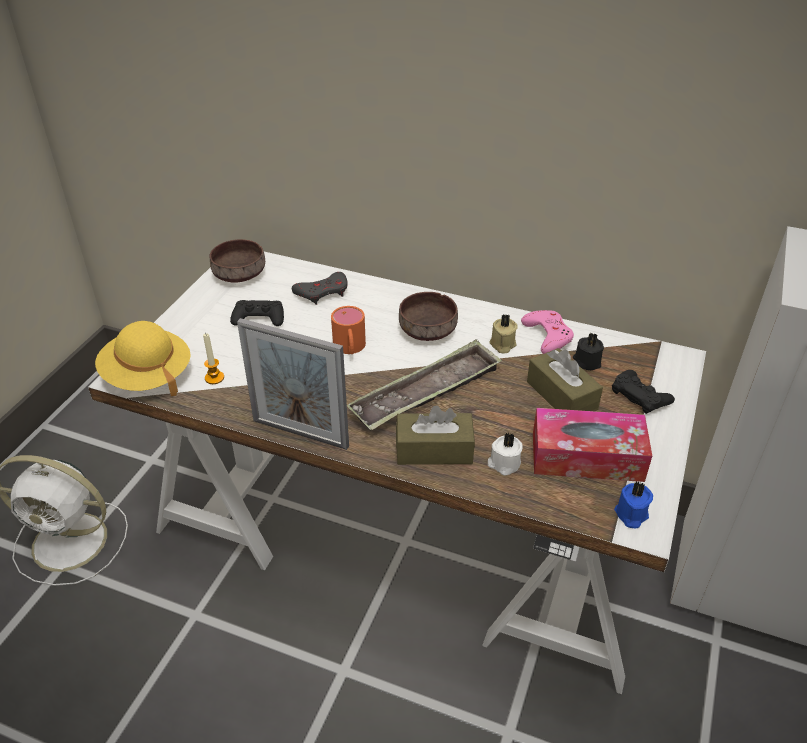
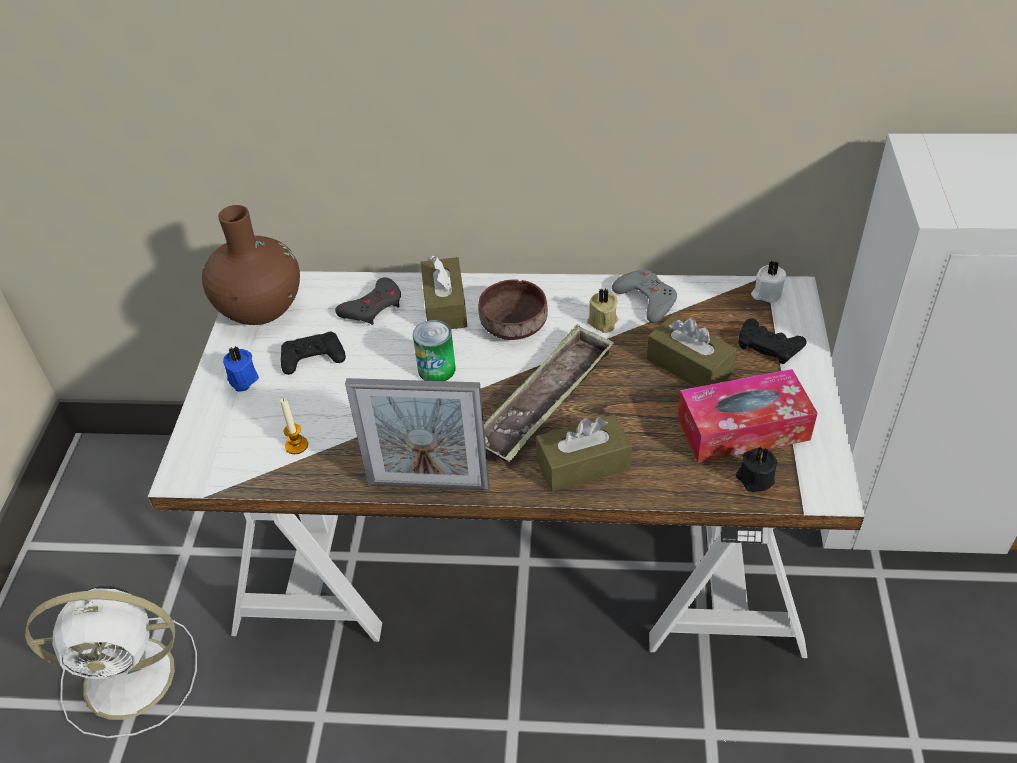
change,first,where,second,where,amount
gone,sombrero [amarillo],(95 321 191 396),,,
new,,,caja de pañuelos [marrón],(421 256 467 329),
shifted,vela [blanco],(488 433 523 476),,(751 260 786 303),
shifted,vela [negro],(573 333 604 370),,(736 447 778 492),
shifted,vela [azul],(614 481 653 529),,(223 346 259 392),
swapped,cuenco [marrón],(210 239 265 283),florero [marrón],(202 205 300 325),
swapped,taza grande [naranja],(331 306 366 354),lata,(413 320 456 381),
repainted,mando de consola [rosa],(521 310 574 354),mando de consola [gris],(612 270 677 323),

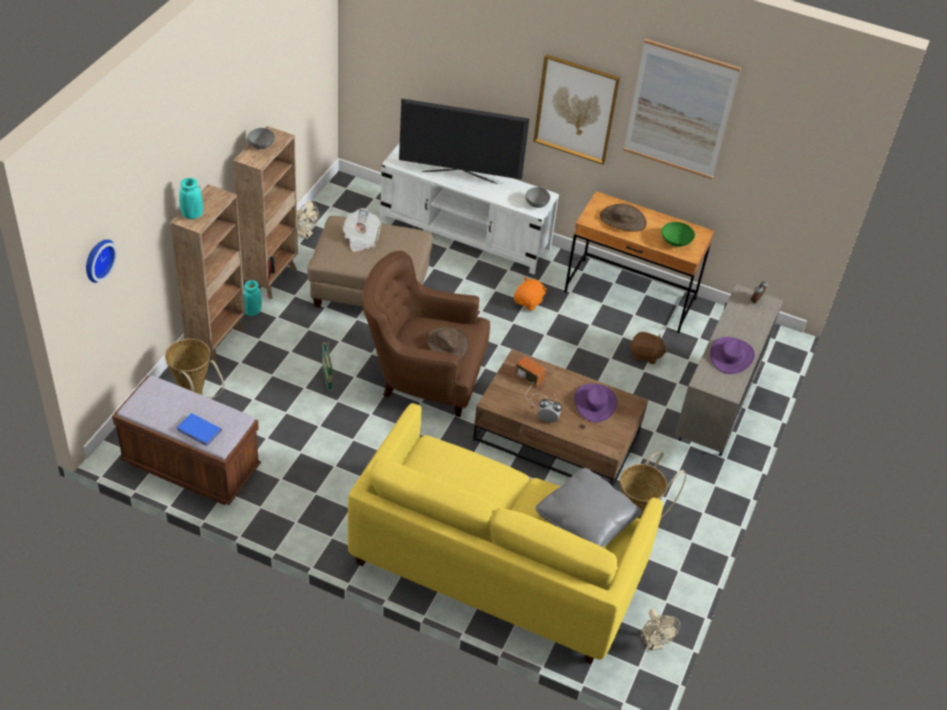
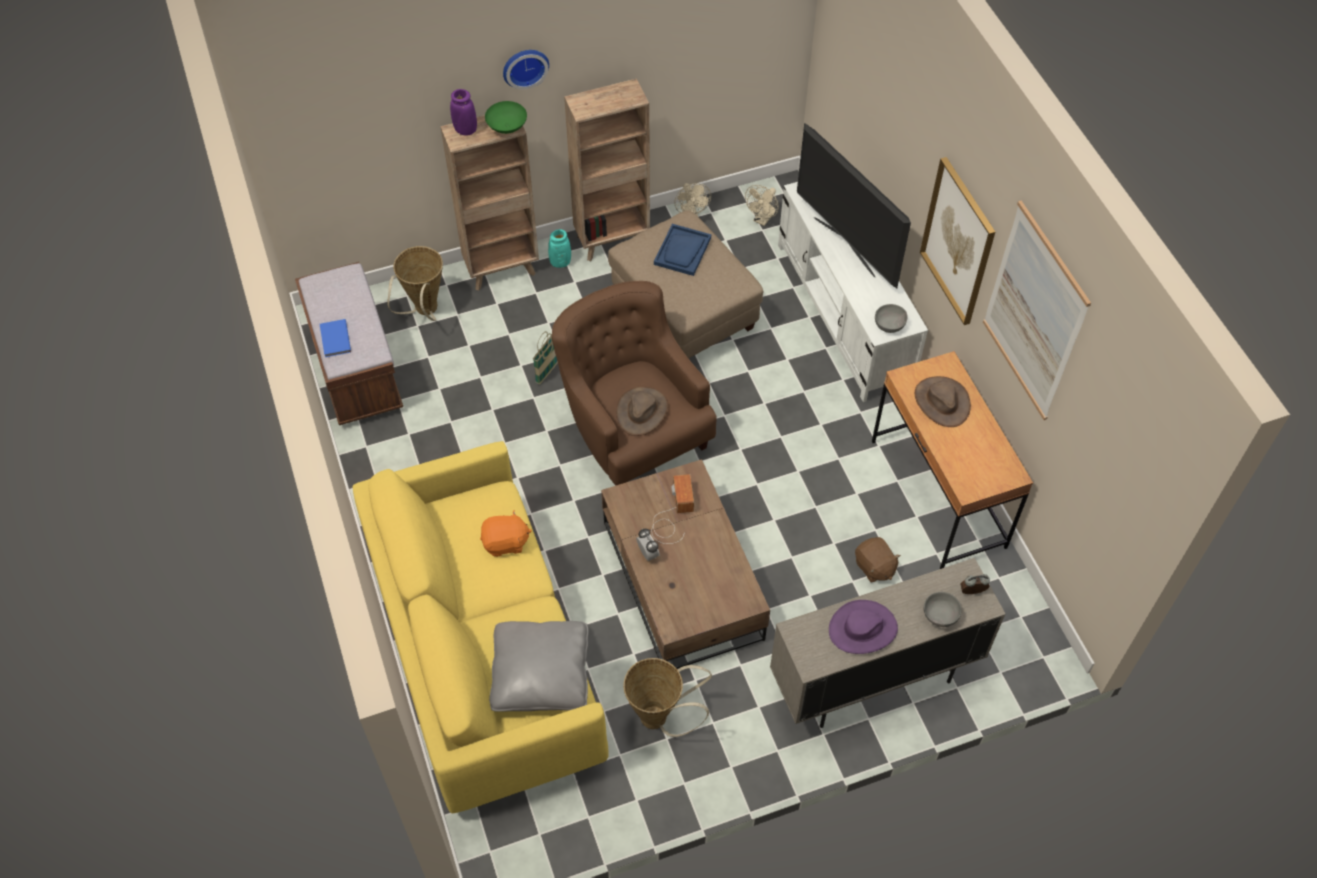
change,first,where,second,where,amount
gone,sombrero [morado],(574 383 617 422),,,
shifted,reloj de pared,(86 239 117 283),,(503 50 549 90),
shifted,cuenco [gris],(247 128 275 149),,(924 592 961 627),
shifted,peluche [naranja],(514 277 547 311),,(480 510 532 557),
shifted,ventilador [beis],(641 609 680 651),,(745 185 779 226),
shifted,cuenco [verde],(662 222 695 247),,(485 101 527 134),
swapped,periódico,(342 208 381 251),bandeja [azul],(654 224 711 276),
repainted,florero [turquesa],(179 178 203 219),florero [morado],(450 89 477 136),

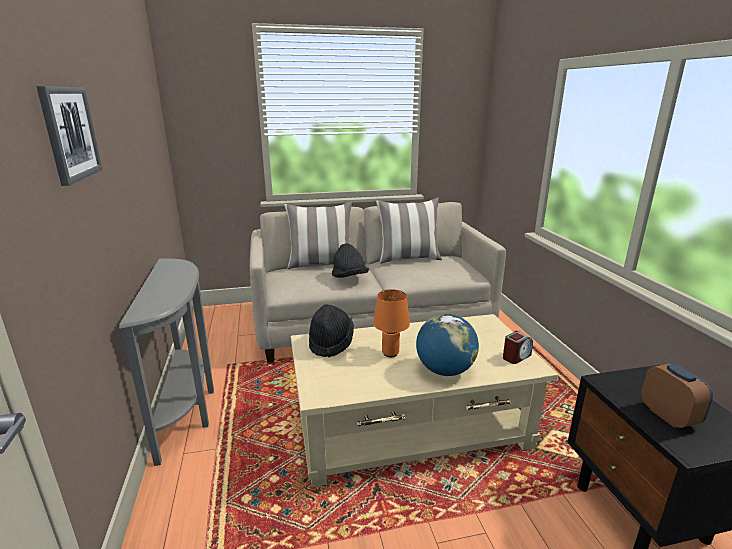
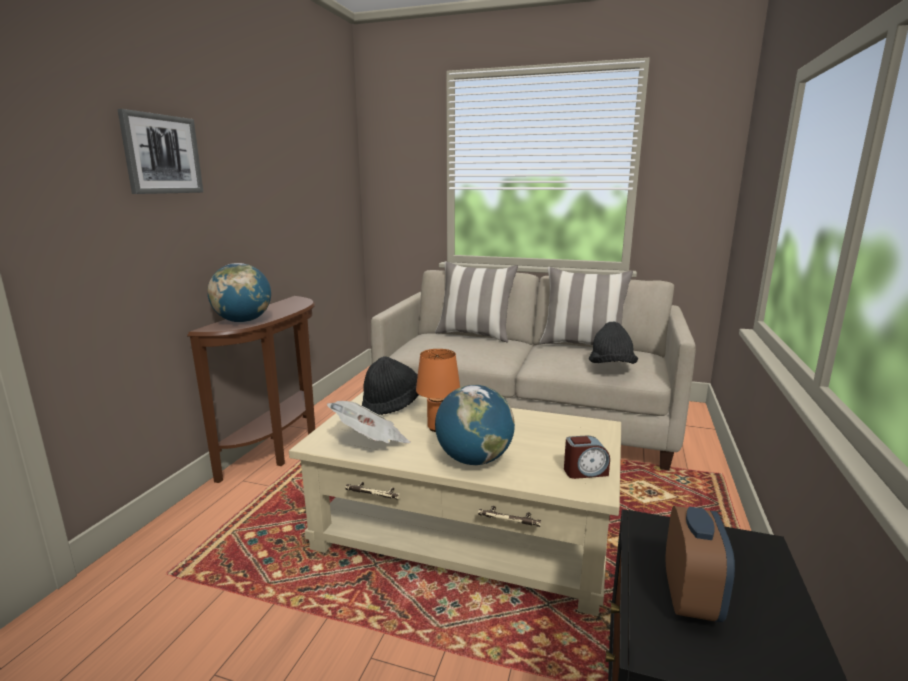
change,first,where,second,where,amount
new,,,globo terráqueo,(207 263 271 323),
new,,,periódico,(327 401 410 443),
shifted,sombrero [negro],(332 243 369 278),,(589 322 638 364),
repainted,mesa consola [gris],(119 259 214 466),mesa consola [marrón],(187 296 315 483),

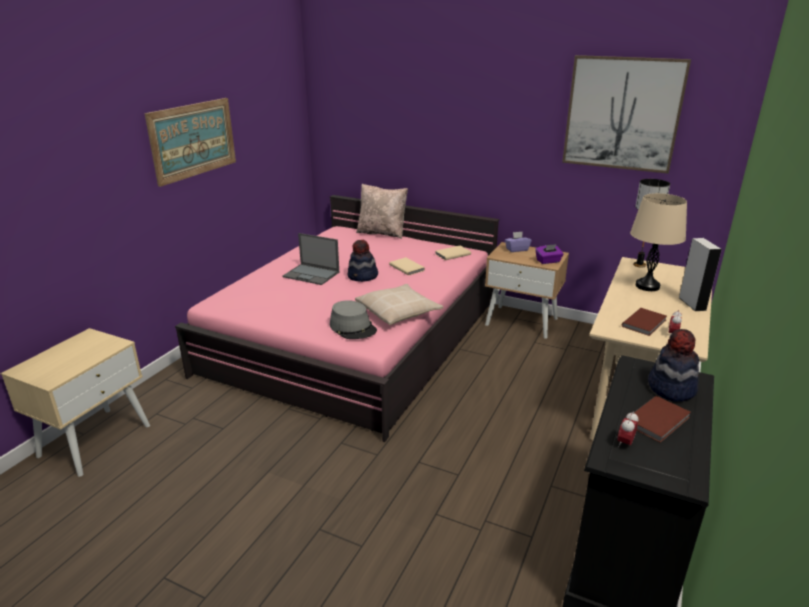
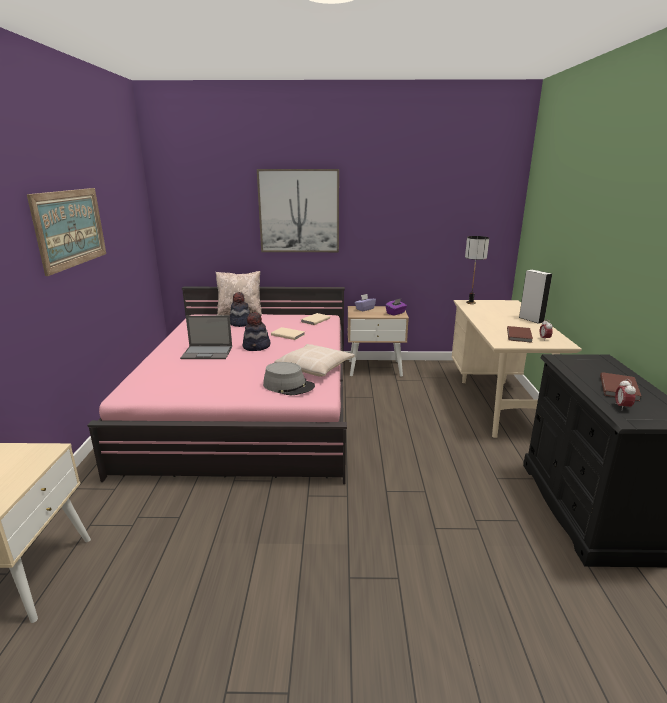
change,first,where,second,where,amount
gone,lámpara de mesa [beis],(630 193 687 291),,,
shifted,cuadro,(562 55 691 174),,(257 169 339 252),
shifted,sombrero,(648 329 699 402),,(230 292 250 327),

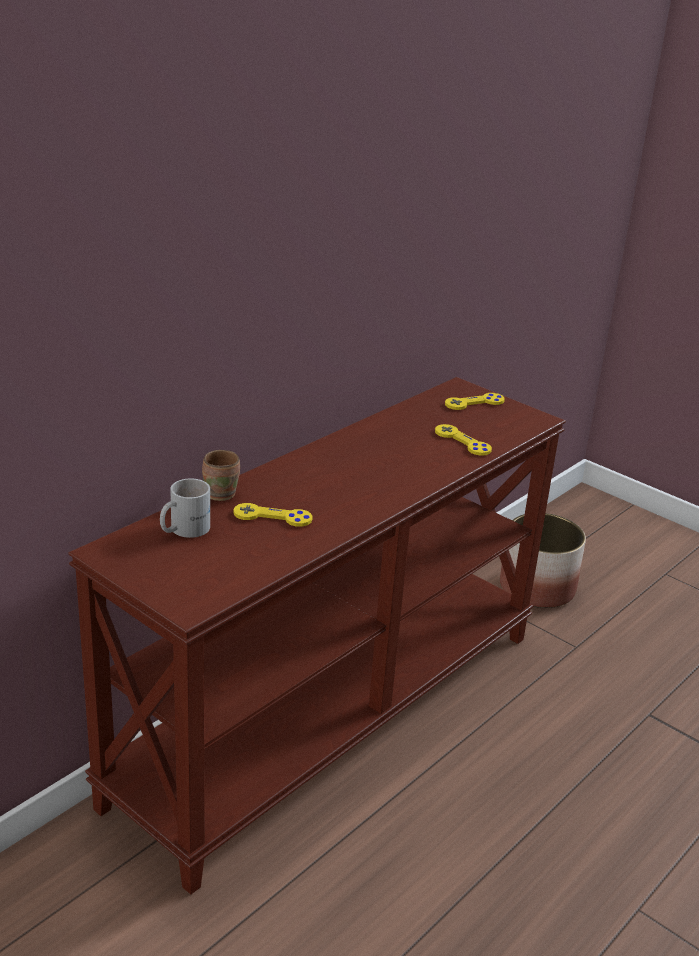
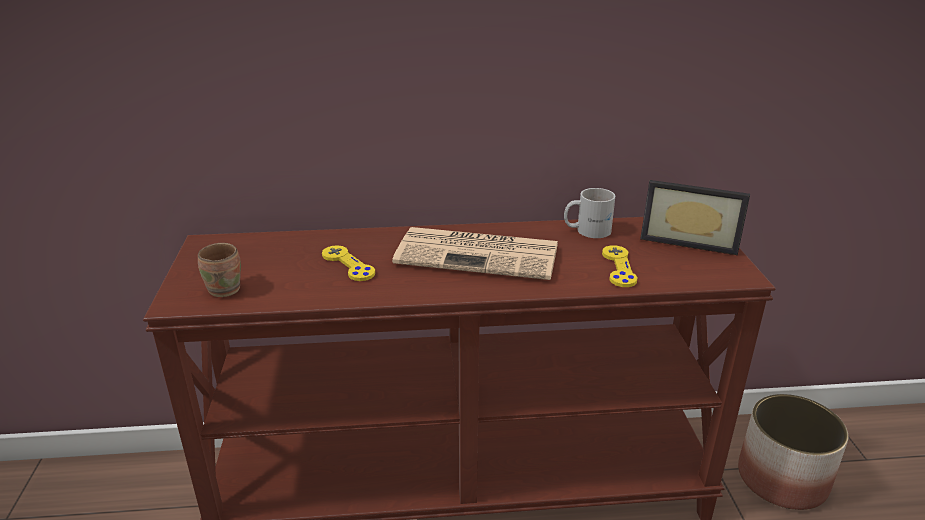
change,first,where,second,where,amount
new,,,periódico,(392 227 558 280),
shifted,taza grande [blanco],(160 479 210 538),,(564 188 615 238),
shifted,taza grande [marrón],(202 450 240 501),,(198 243 241 297),
swapped,mando de consola [amarillo],(445 393 505 410),portarretratos,(640 180 750 255),

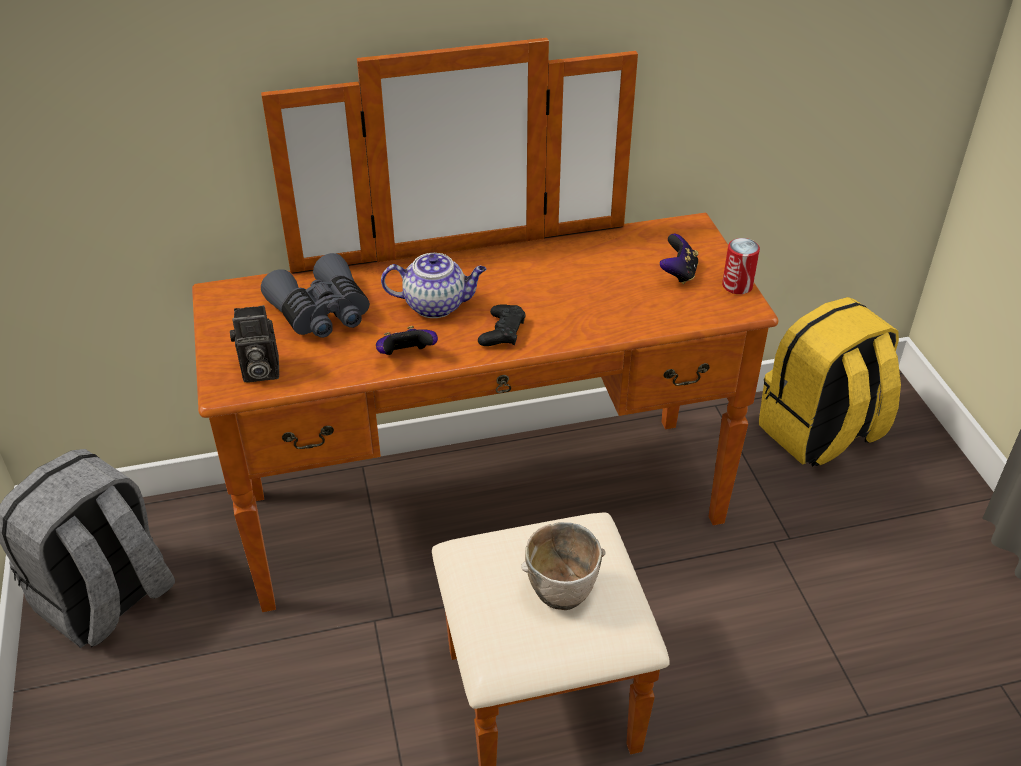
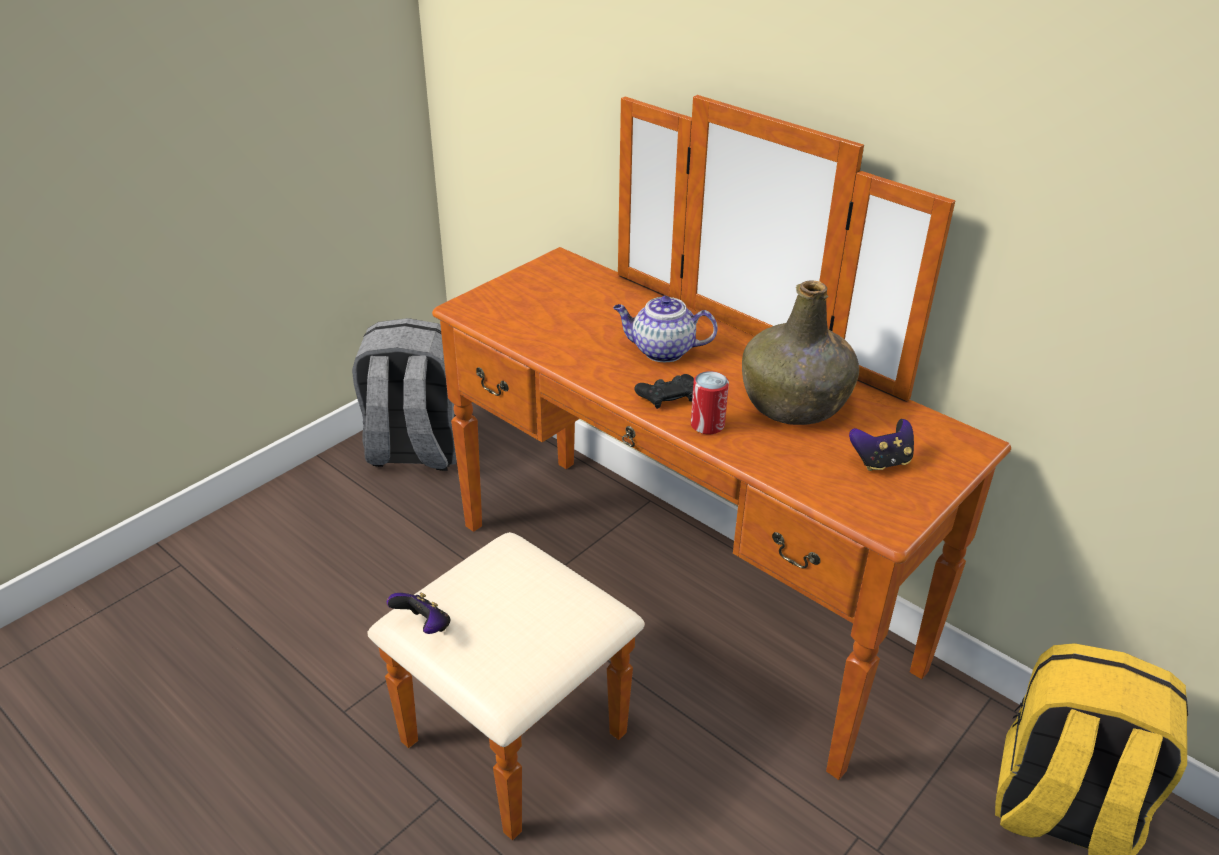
change,first,where,second,where,amount
gone,cámara,(230 305 279 383),,,
gone,prismáticos [gris],(261 253 370 338),,,
gone,cuenco,(521 522 606 610),,,
new,,,botella [verde],(742 280 859 425),
shifted,mando de consola,(376 326 438 355),,(387 592 450 634),
shifted,lata,(722 238 760 294),,(691 371 729 435),
rotated,tetera,(381 253 487 318),,(613 296 718 362),135 degrees clockwise

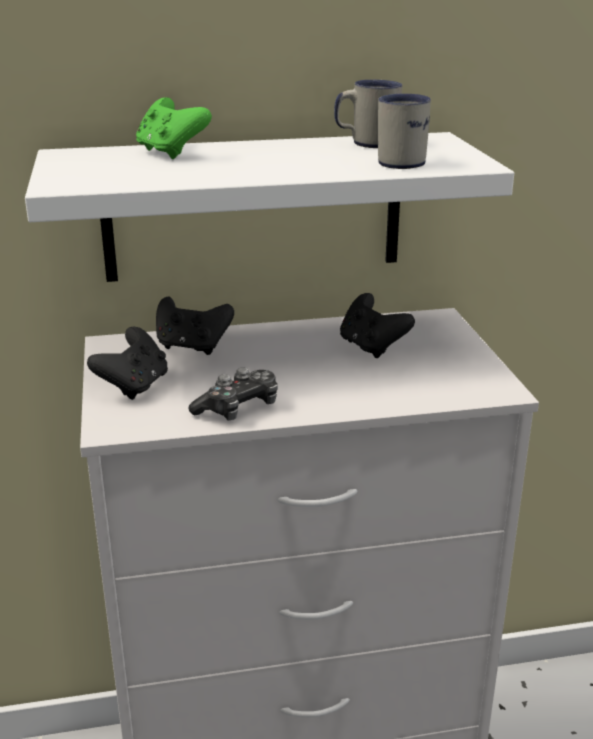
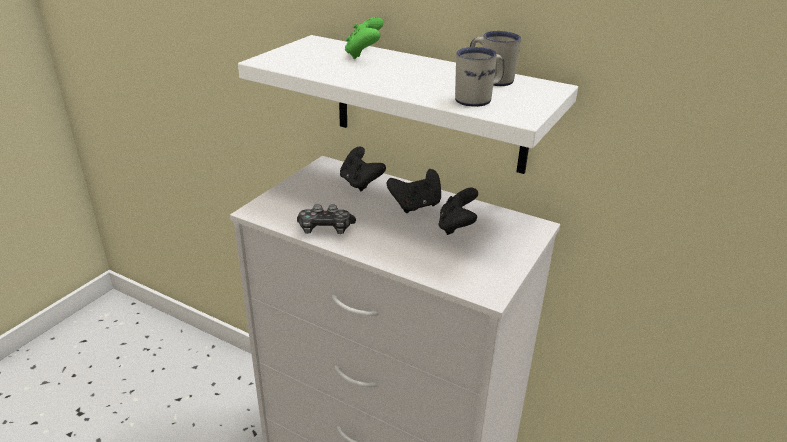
change,first,where,second,where,amount
shifted,mando de consola [negro],(87 327 168 400),,(386 169 441 213),

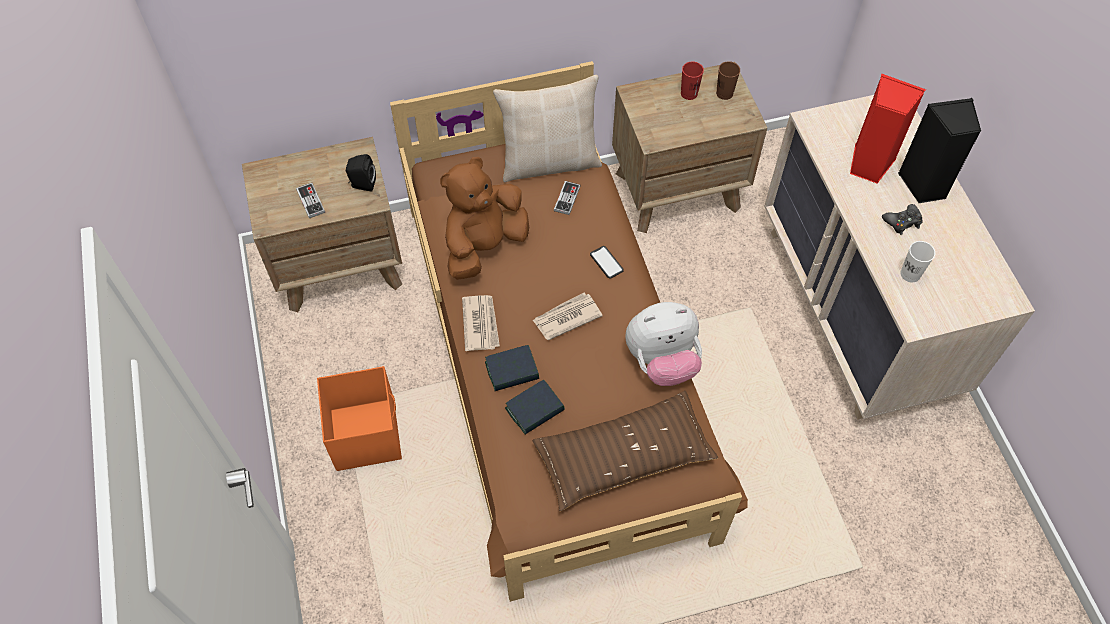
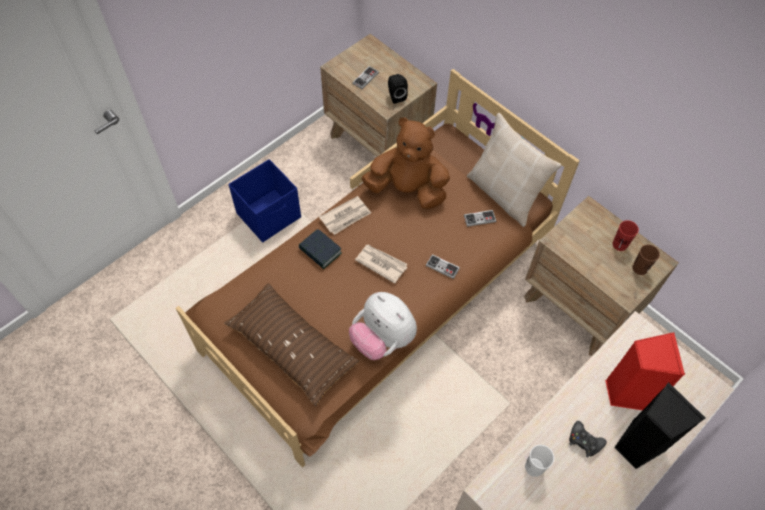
change,first,where,second,where,amount
gone,libro,(505 380 565 434),,,
swapped,móvil,(590 246 624 279),mando de consola,(426 254 460 279),
repainted,caja de almacenaje [naranja],(317 366 402 471),caja de almacenaje [azul],(229 159 301 242),

